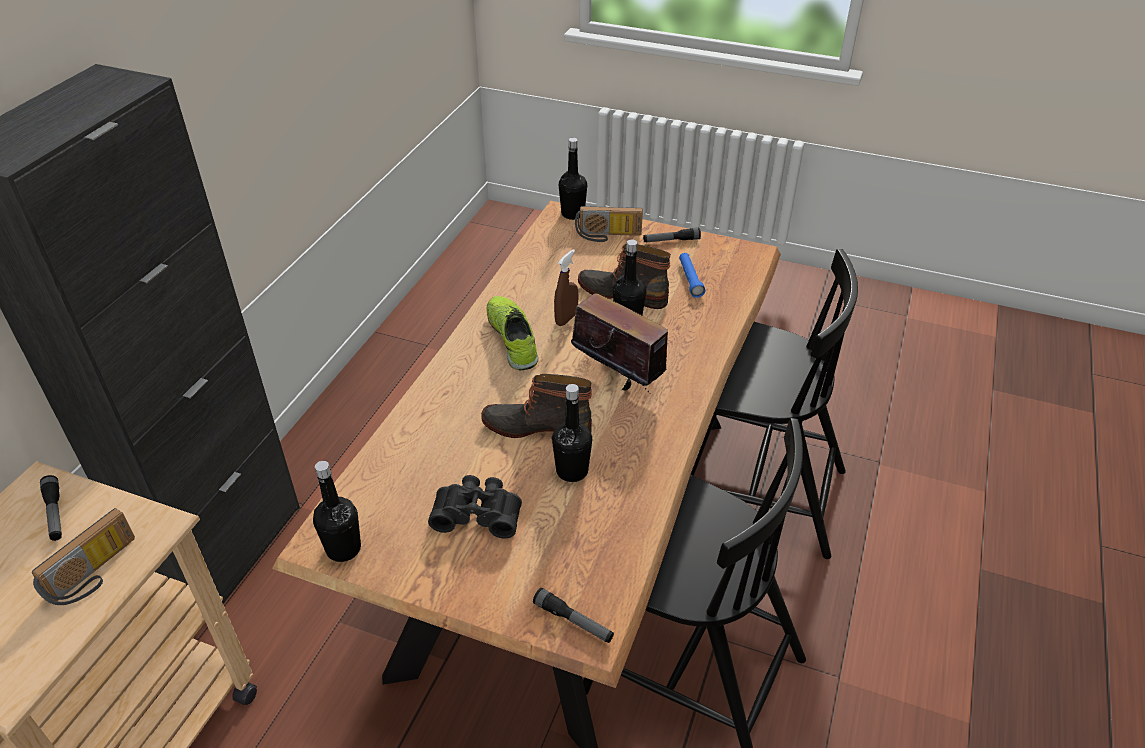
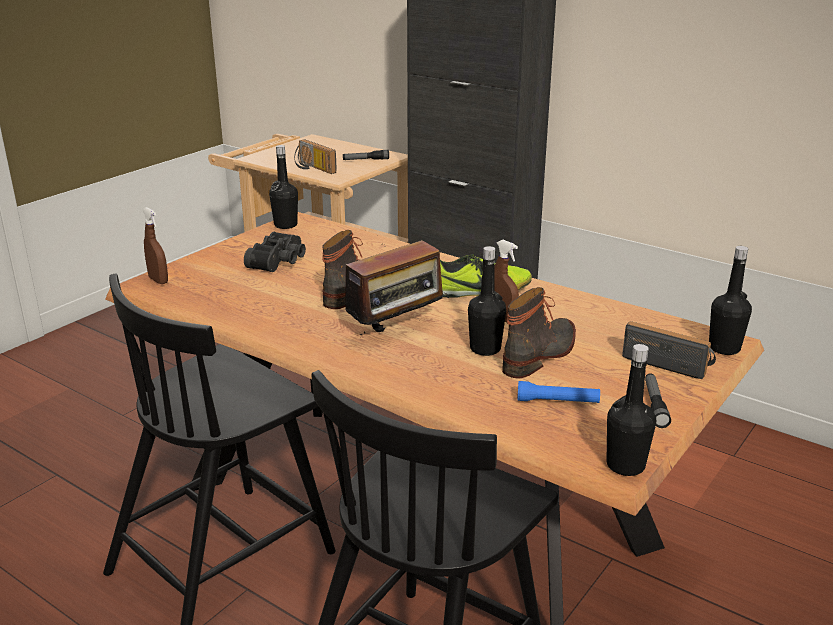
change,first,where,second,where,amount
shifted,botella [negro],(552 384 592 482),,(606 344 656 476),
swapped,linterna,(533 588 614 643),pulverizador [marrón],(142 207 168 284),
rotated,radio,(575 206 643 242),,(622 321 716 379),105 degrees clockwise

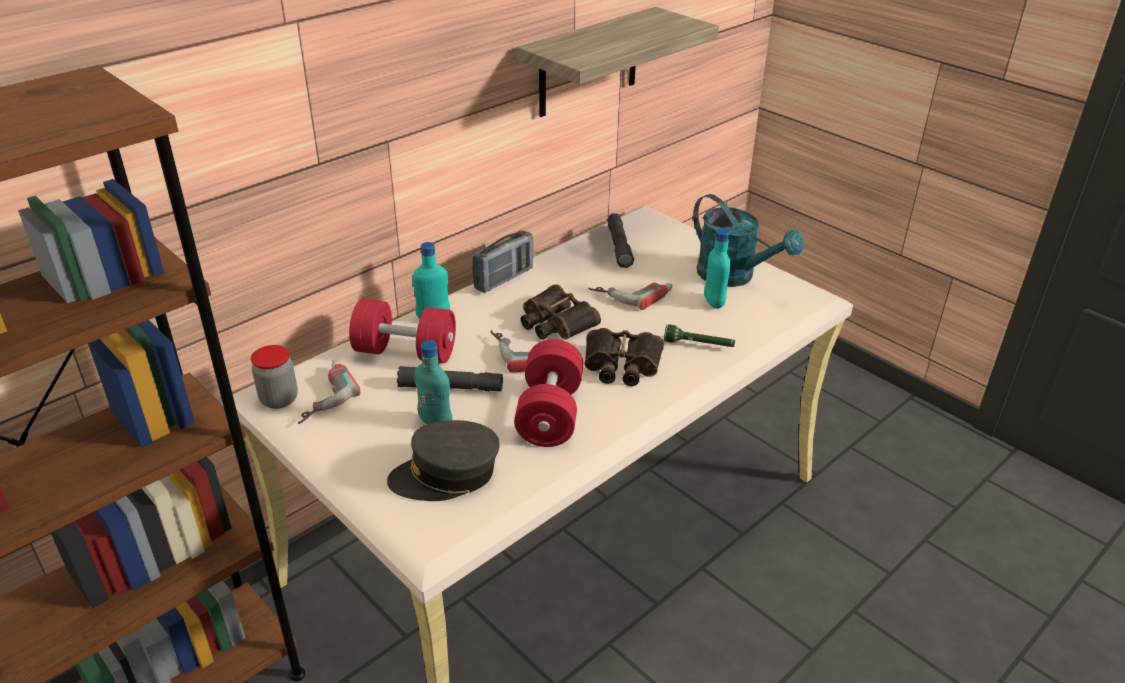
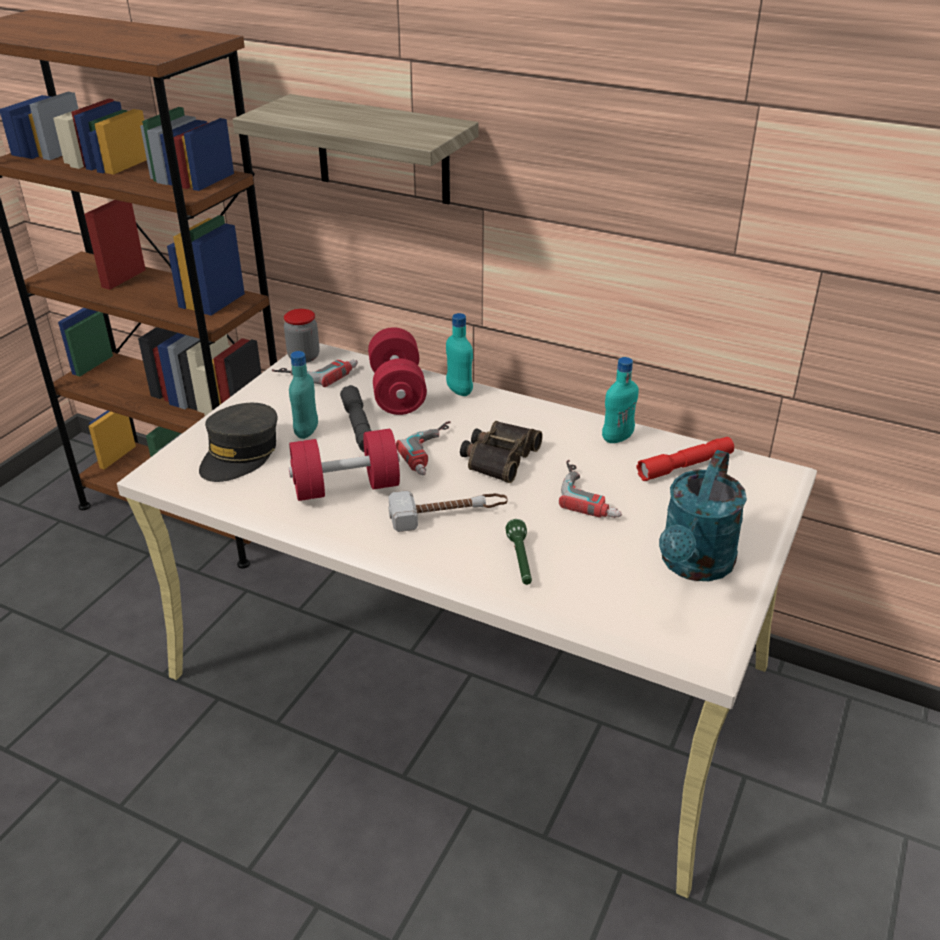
change,first,where,second,where,amount
gone,radio,(472 230 534 293),,,
shifted,estante,(517 7 719 117),,(233 94 479 204),
shifted,botella [turquesa],(704 228 731 309),,(602 357 639 443),
swapped,prismáticos,(585 328 664 386),martillo,(389 490 508 532),
repainted,linterna [gris],(607 213 634 268),linterna [rojo],(637 437 734 481),
rotated,gorra [gris],(387 420 500 501),,(199 403 277 482),120 degrees counterclockwise

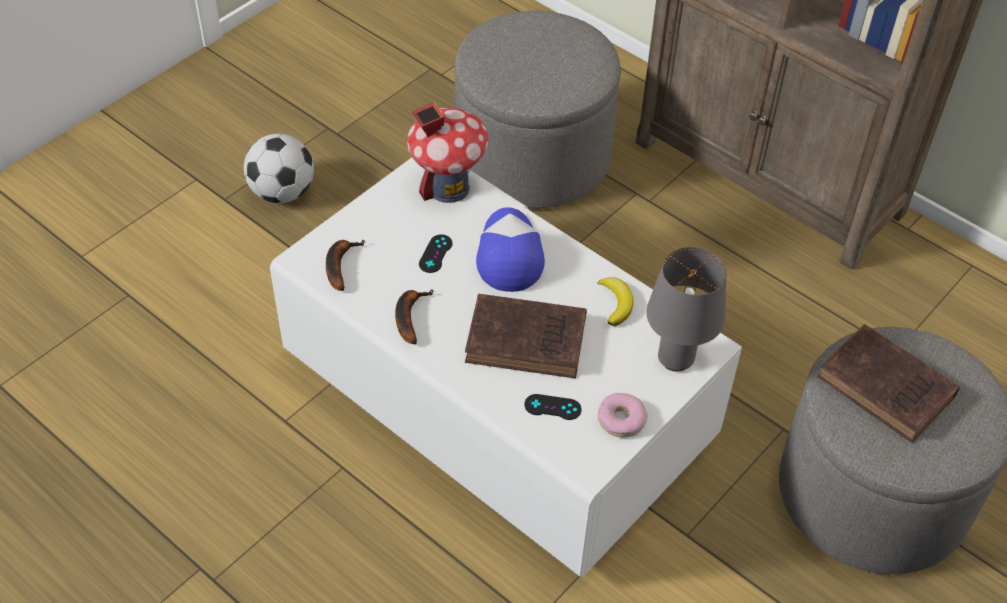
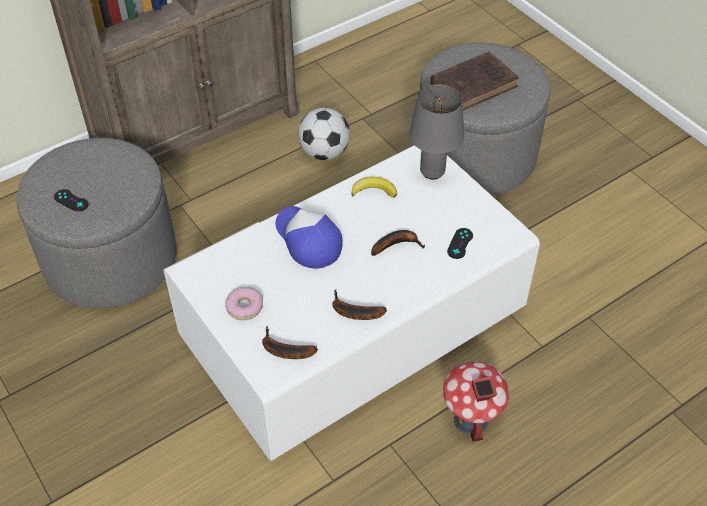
change,first,where,second,where,amount
shifted,balón de fútbol,(244 134 314 203),,(298 108 350 160),
shifted,casita,(407 102 489 203),,(443 361 509 442),
shifted,mando de consola [negro],(419 234 452 273),,(54 189 88 212),
shifted,rosquilla,(597 393 648 438),,(225 287 263 320),
swapped,libro [marrón],(465 294 587 378),plátano,(371 230 425 256),
rotated,gorra,(476 207 545 292),,(275 206 343 269),45 degrees clockwise

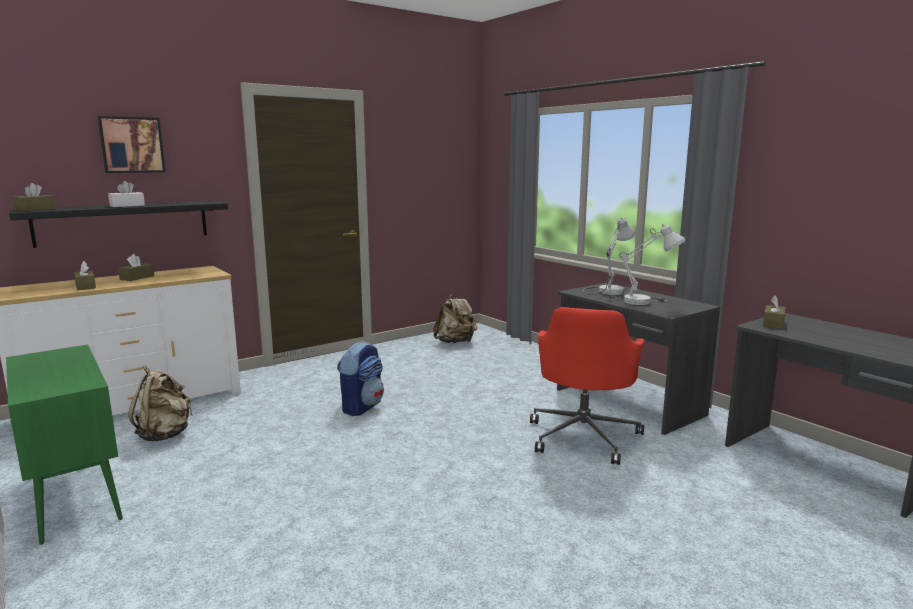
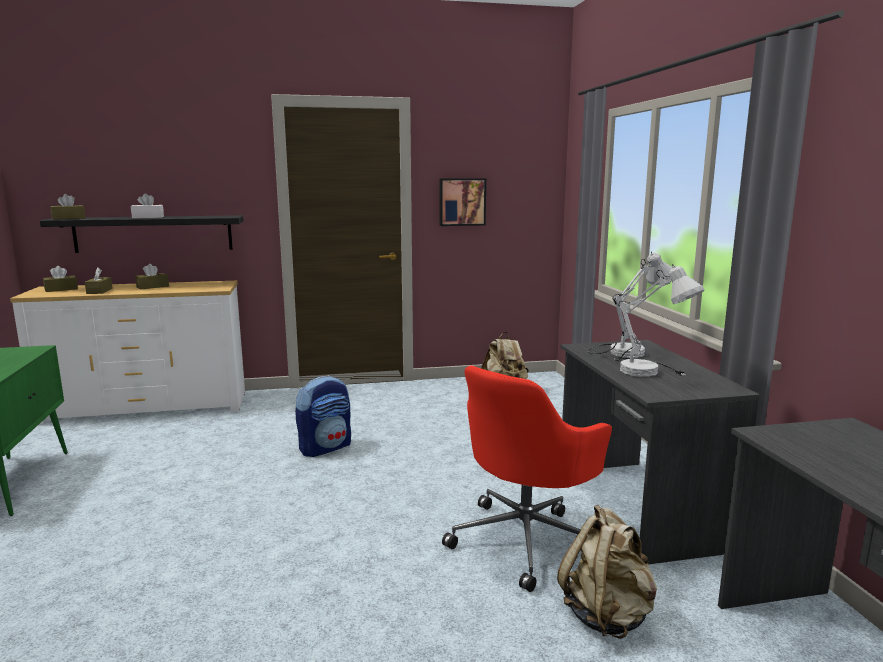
change,first,where,second,where,amount
shifted,cuadro,(98 116 165 173),,(439 178 486 226),
shifted,mochila [beis],(128 365 193 441),,(557 505 657 639),
shifted,caja de pañuelos [marrón],(763 296 786 329),,(43 266 78 292),

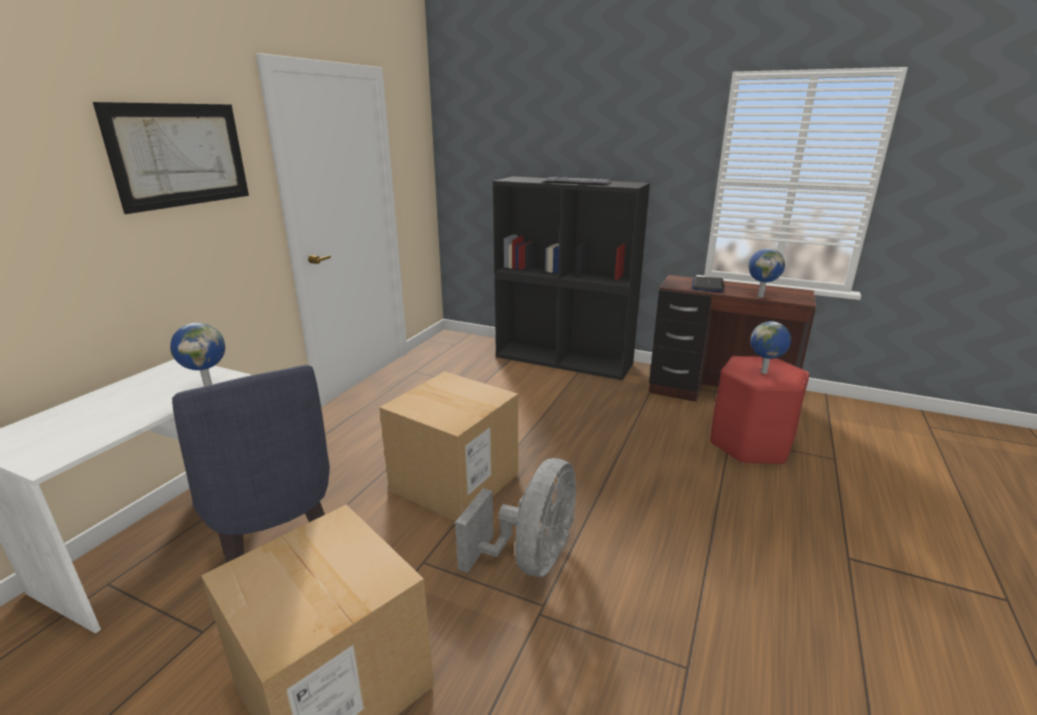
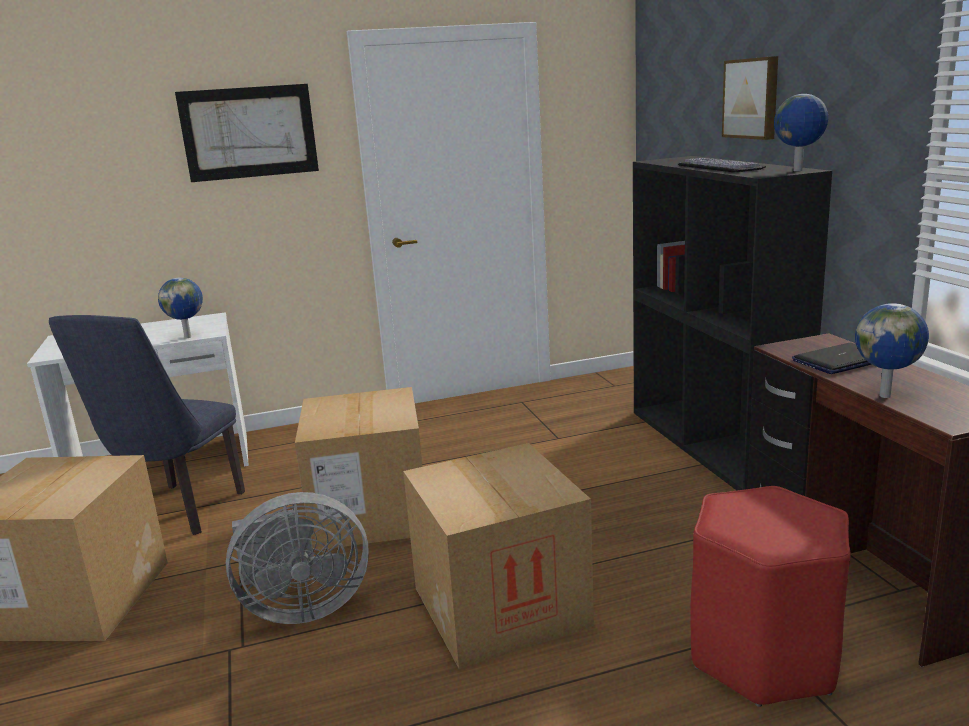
change,first,where,second,where,amount
new,,,caja de cartón,(403 443 594 669),
new,,,cuadro,(722 56 778 140),
shifted,globo terráqueo,(750 321 791 374),,(774 94 828 171),

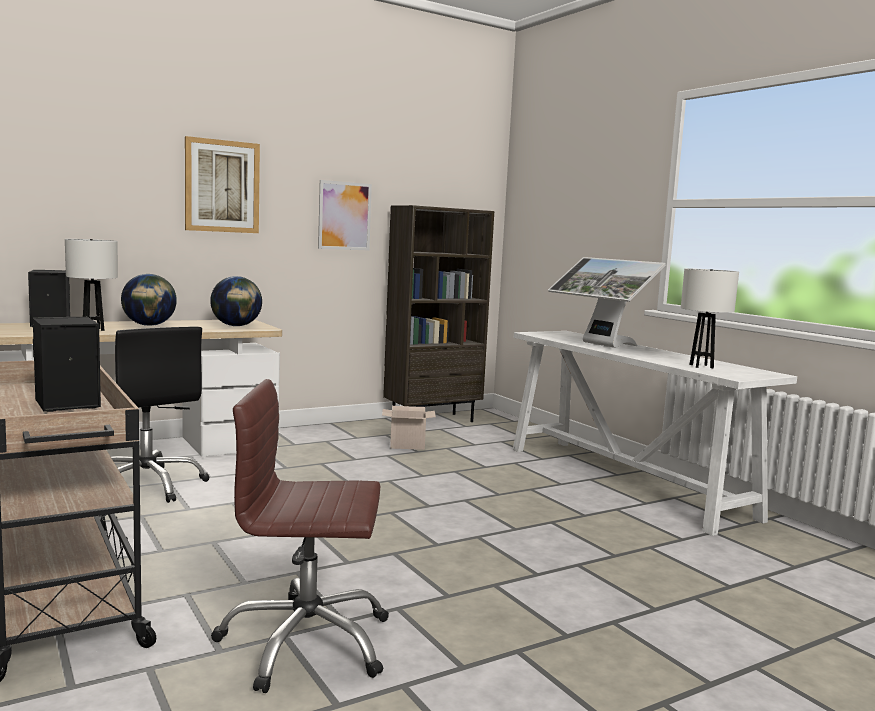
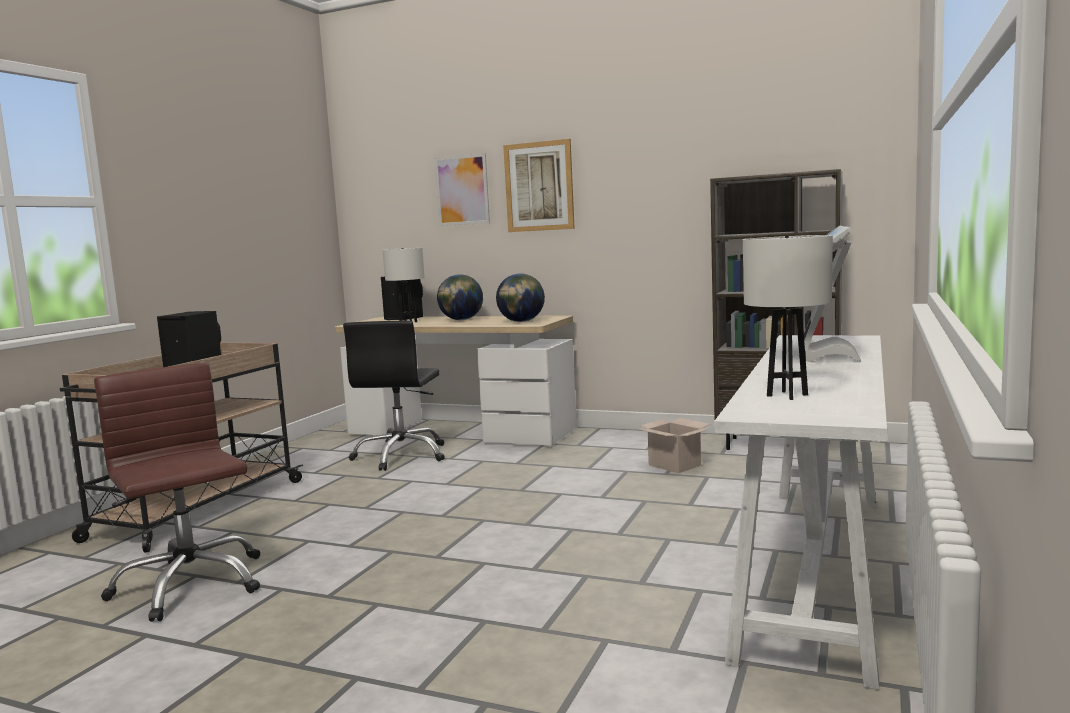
change,first,where,second,where,amount
shifted,cuadro,(318 180 372 250),,(435 153 490 226),

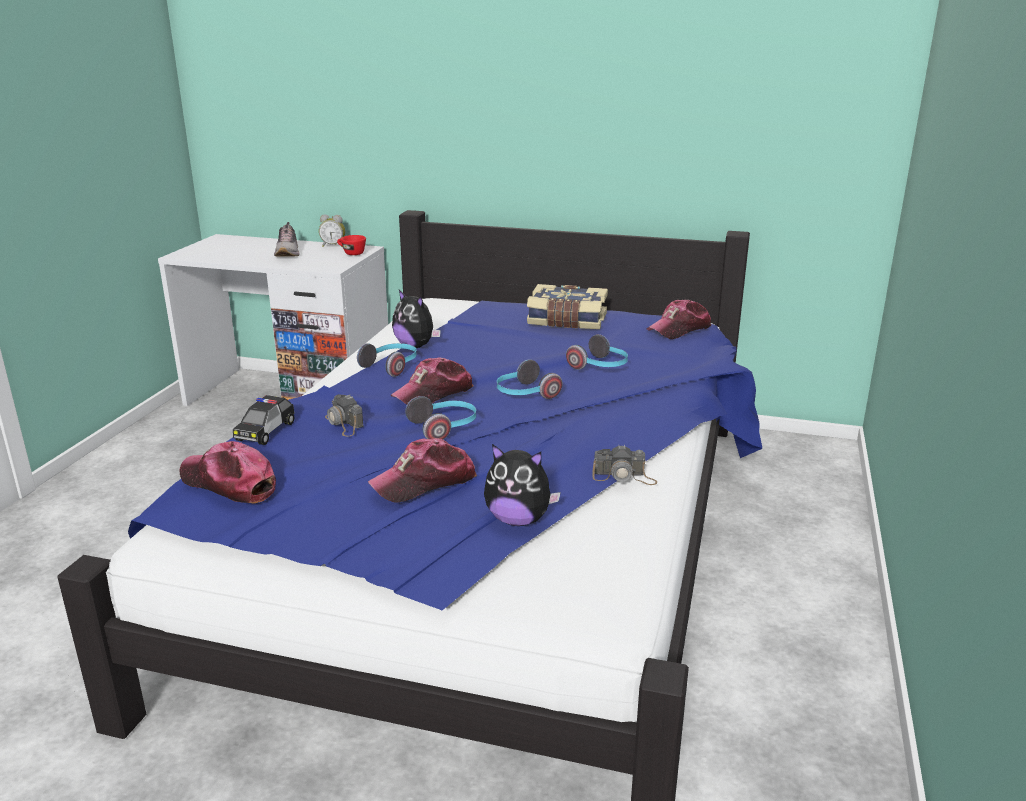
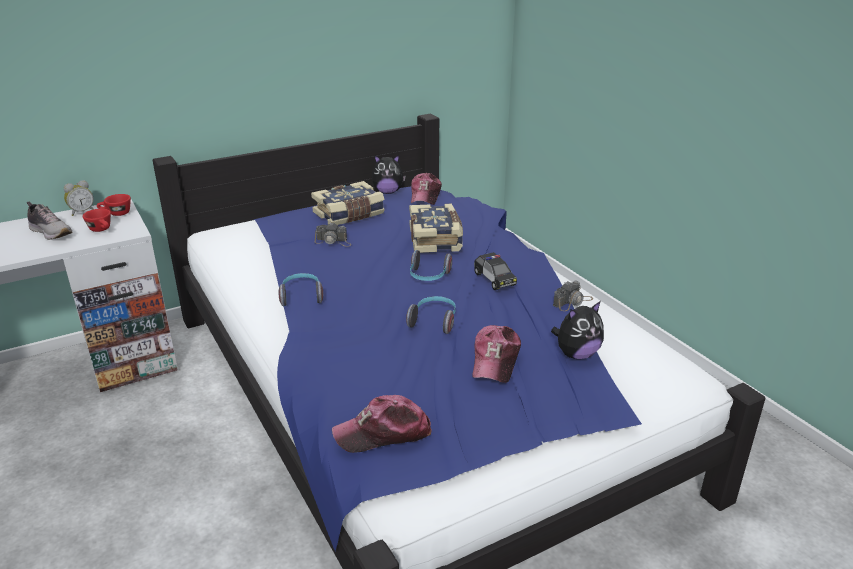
change,first,where,second,where,amount
gone,gorra,(390 357 474 404),,,
new,,,taza [rojo],(82 209 111 232),
shifted,coche de juguete,(233 395 294 445),,(474 252 517 290),
shifted,cámara,(325 394 364 437),,(314 222 351 247),
shifted,peluche,(392 290 441 348),,(371 155 406 194),
swapped,auriculares,(566 334 628 370),libro,(409 204 463 253),

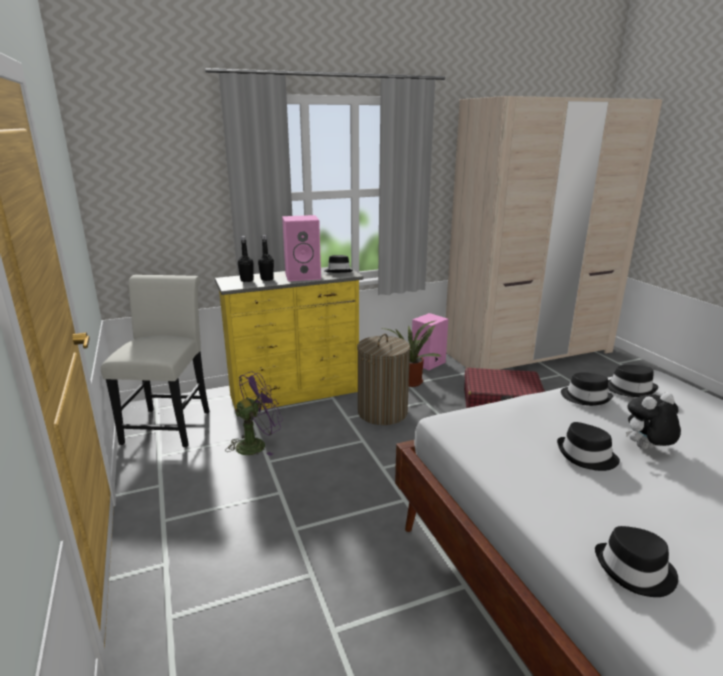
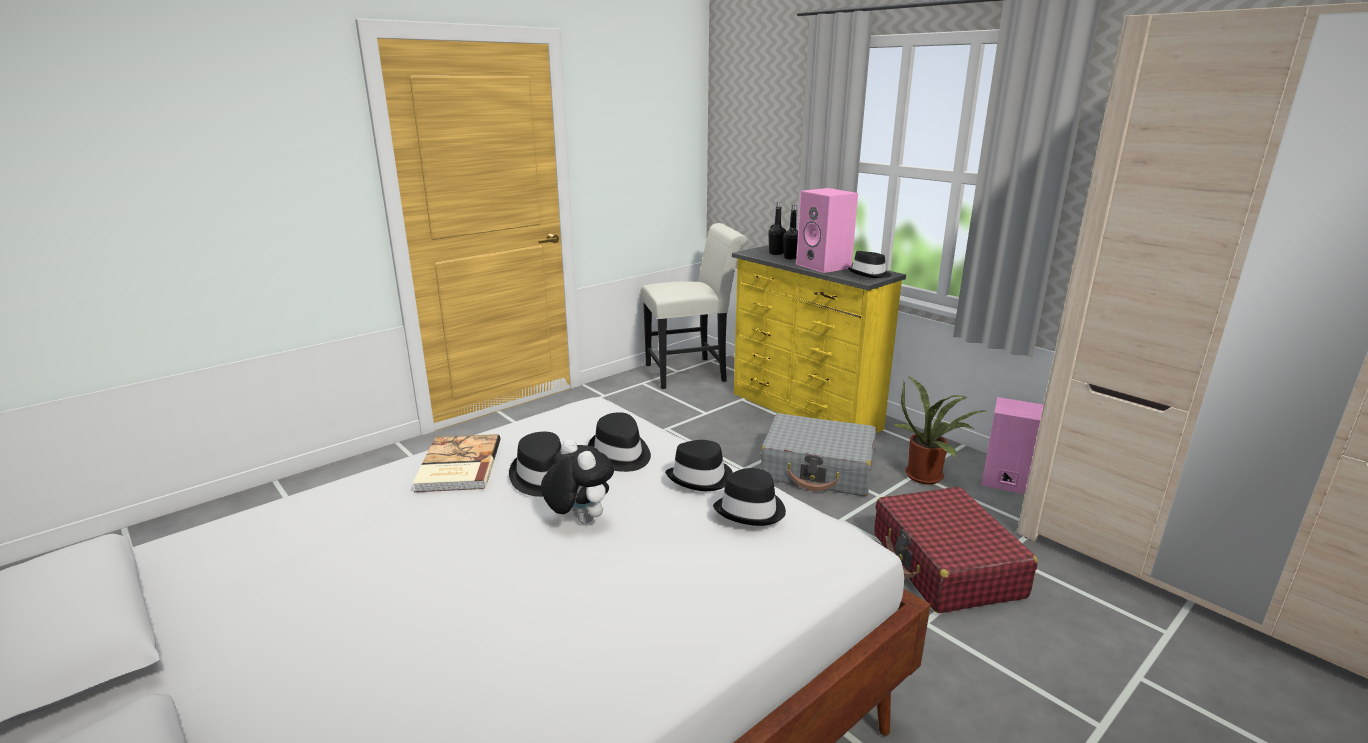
change,first,where,second,where,amount
gone,ventilador [morado],(225 371 283 456),,,
new,,,libro,(412 434 500 492),
shifted,sombrero [negro],(595 526 678 597),,(588 412 651 472),
swapped,cesto de la ropa,(357 334 410 425),maleta [gris],(761 413 876 496),

